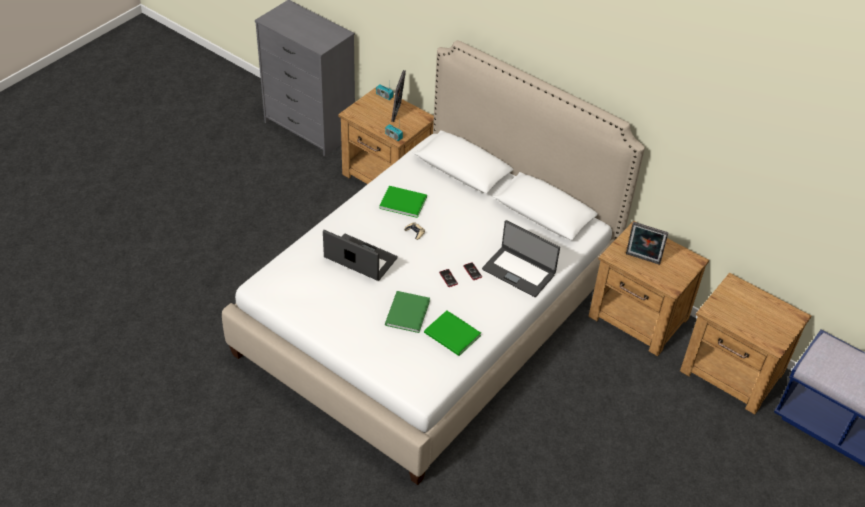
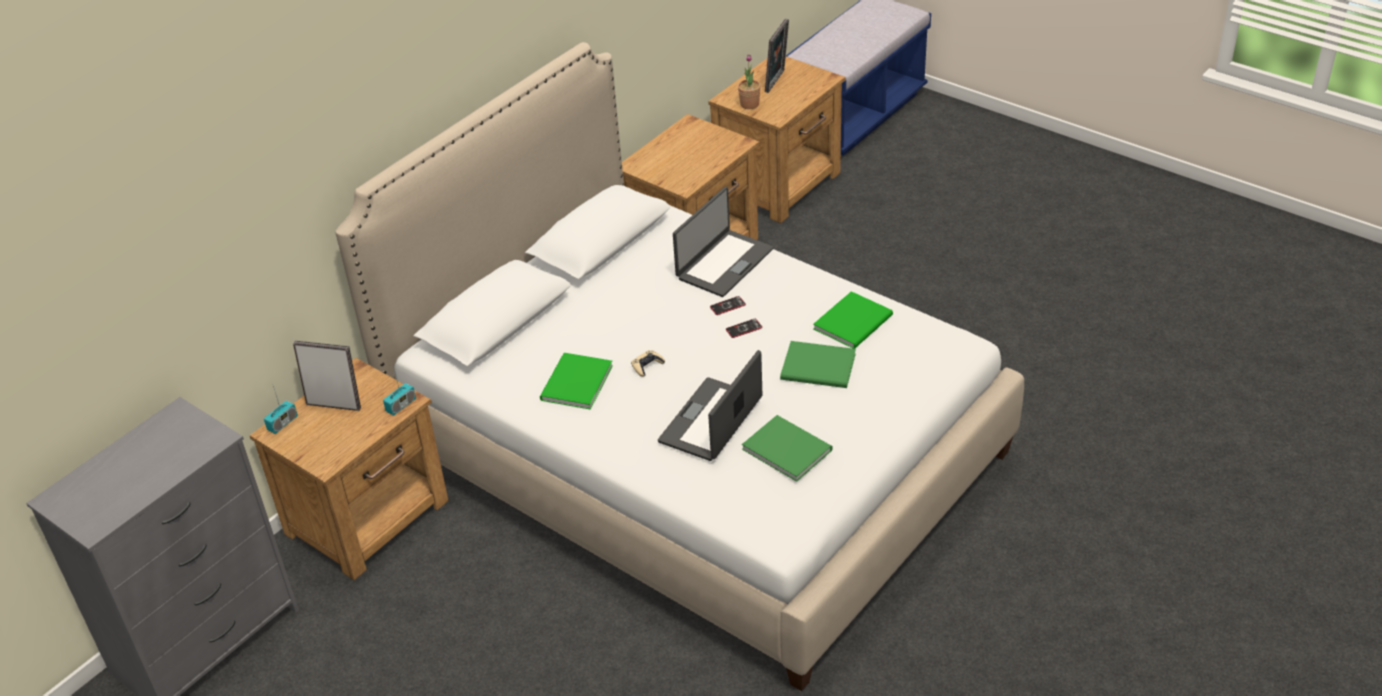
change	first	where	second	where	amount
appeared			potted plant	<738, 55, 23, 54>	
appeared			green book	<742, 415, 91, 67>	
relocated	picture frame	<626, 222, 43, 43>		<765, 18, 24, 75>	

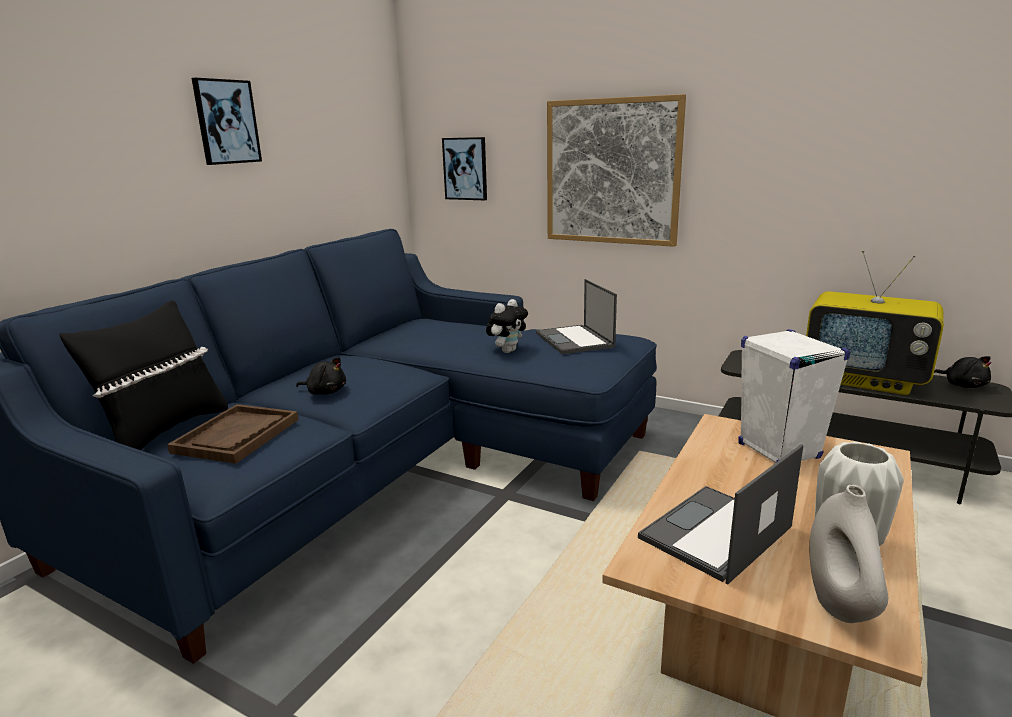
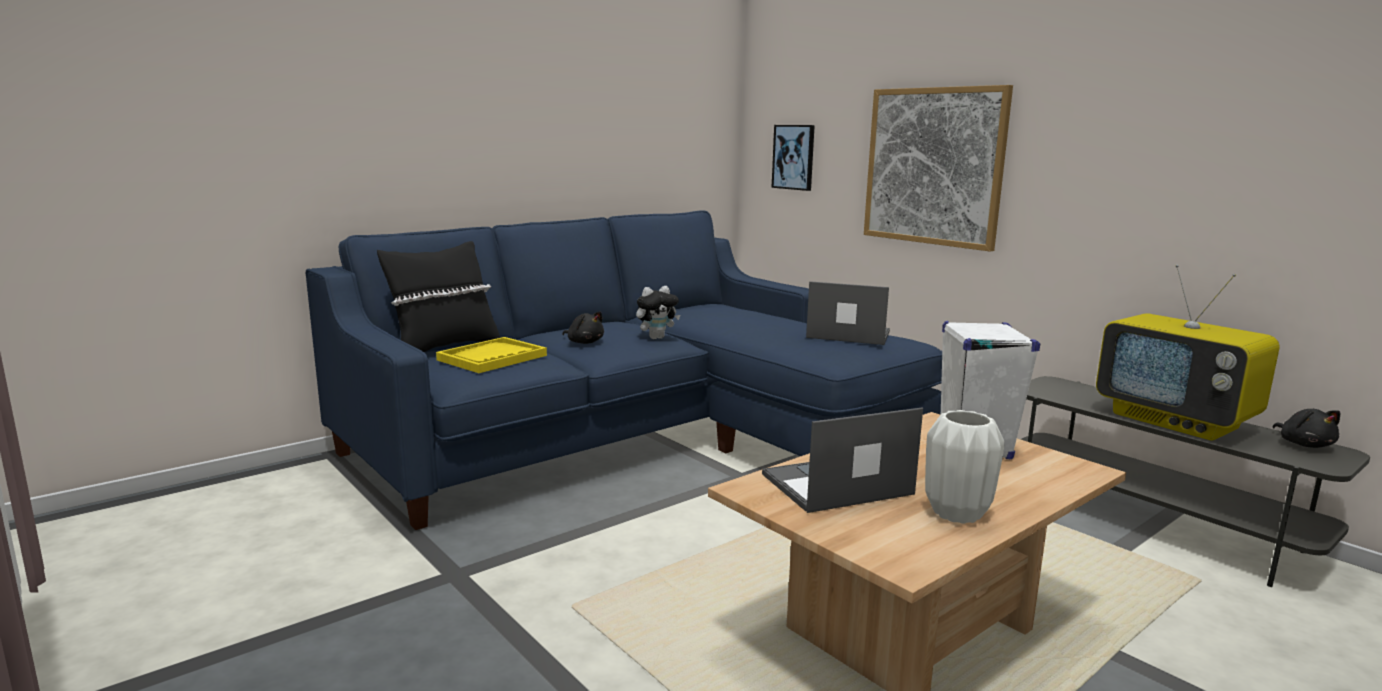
change	first	where	second	where	amount
missing	picture	<192, 78, 70, 87>			
missing	white vase	<809, 485, 79, 138>			
relocated	plush toy	<486, 299, 42, 54>		<636, 286, 44, 53>	
colour	brown tray	<167, 404, 132, 60>	yellow tray	<436, 337, 111, 36>	
spun	laptop	<536, 279, 81, 75>		<806, 281, 84, 64>	105 degrees clockwise

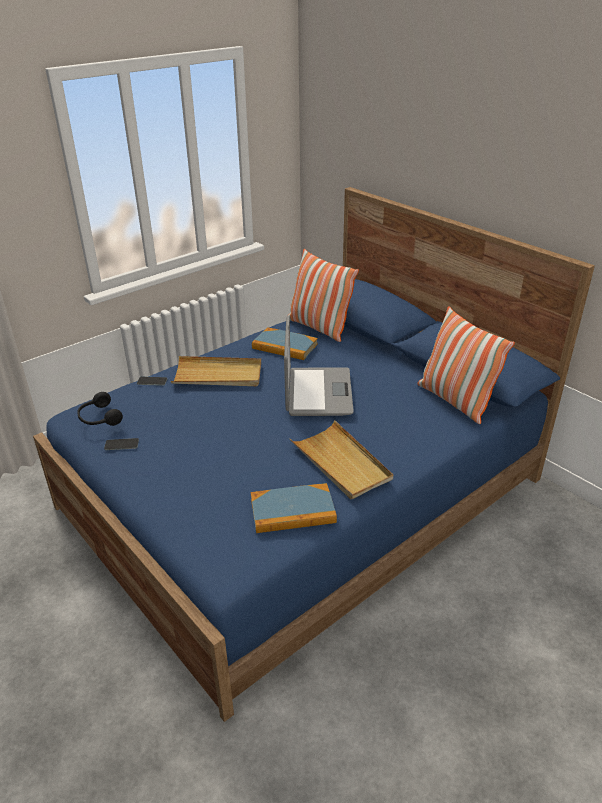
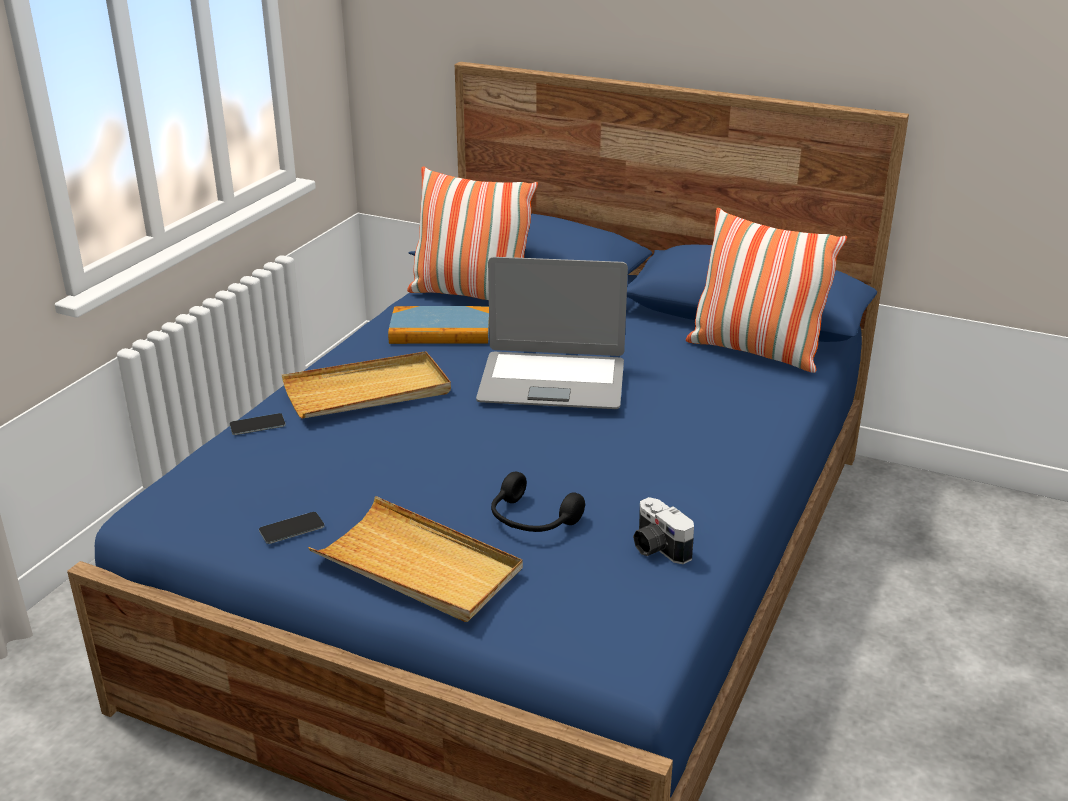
change	first	where	second	where	amount
relocated	black headphones	<77, 392, 46, 34>		<491, 472, 94, 60>	
relocated	beige tray	<290, 420, 103, 80>		<308, 496, 215, 126>	
exchanged	book	<251, 483, 86, 50>	photo camera	<633, 497, 61, 67>	
spun	laptop	<284, 316, 70, 100>		<476, 257, 152, 152>	120 degrees clockwise

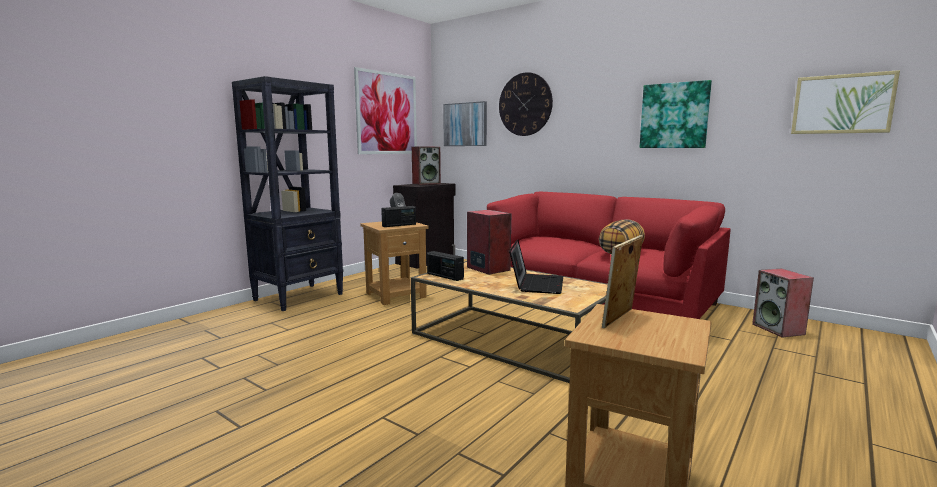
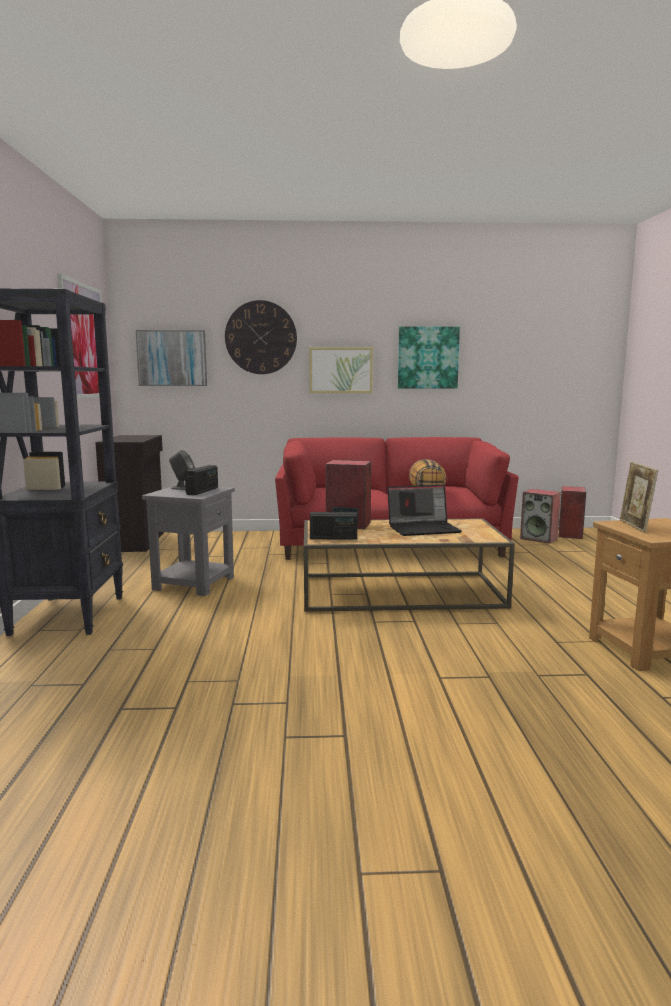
change	first	where	second	where	amount
relocated	speaker	<412, 147, 29, 38>		<559, 486, 27, 53>	
relocated	picture	<791, 70, 109, 64>		<309, 347, 64, 46>	
colour	brown side table	<361, 222, 67, 83>	grey side table	<142, 485, 93, 111>	
spun	laptop	<509, 239, 54, 55>		<387, 485, 75, 51>	105 degrees clockwise

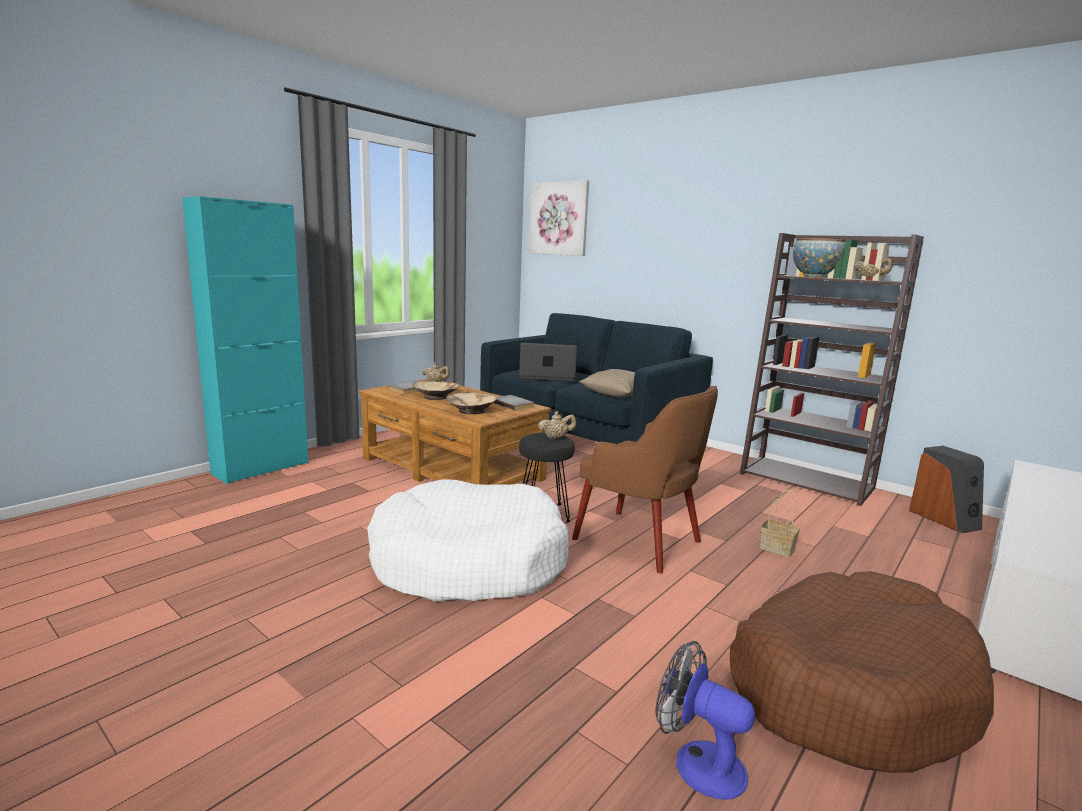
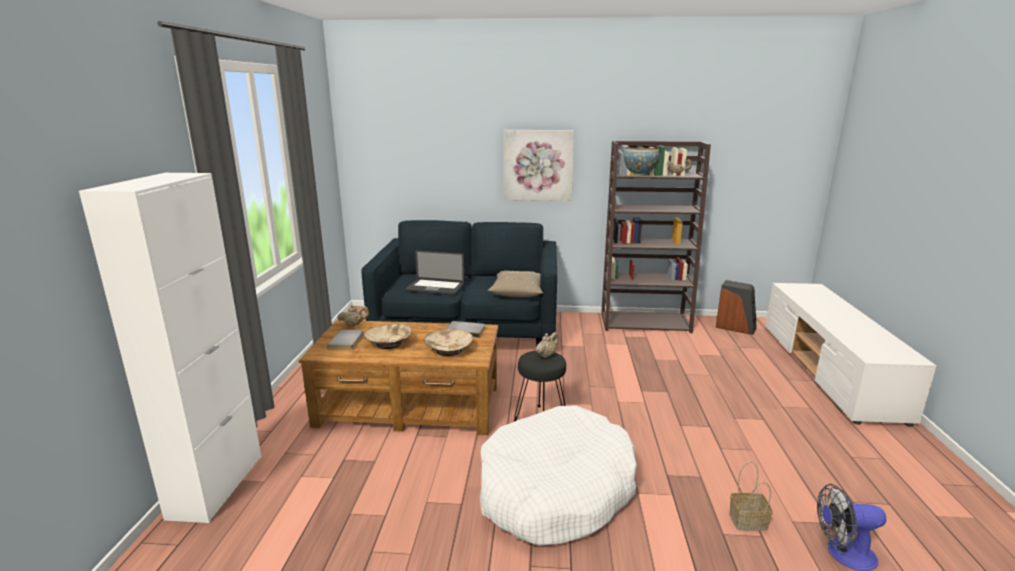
change	first	where	second	where	amount
missing	brown armchair	<572, 386, 146, 188>			
missing	brown dog bed	<730, 572, 264, 201>			
relocated	picture	<529, 180, 60, 76>		<504, 130, 70, 71>	
relocated	basket	<760, 490, 40, 67>		<729, 461, 44, 70>	
colour	turquoise cabinet	<182, 196, 127, 288>	white cabinet	<79, 173, 182, 350>	
spun	laptop	<519, 343, 58, 39>		<406, 250, 58, 45>	135 degrees counterclockwise

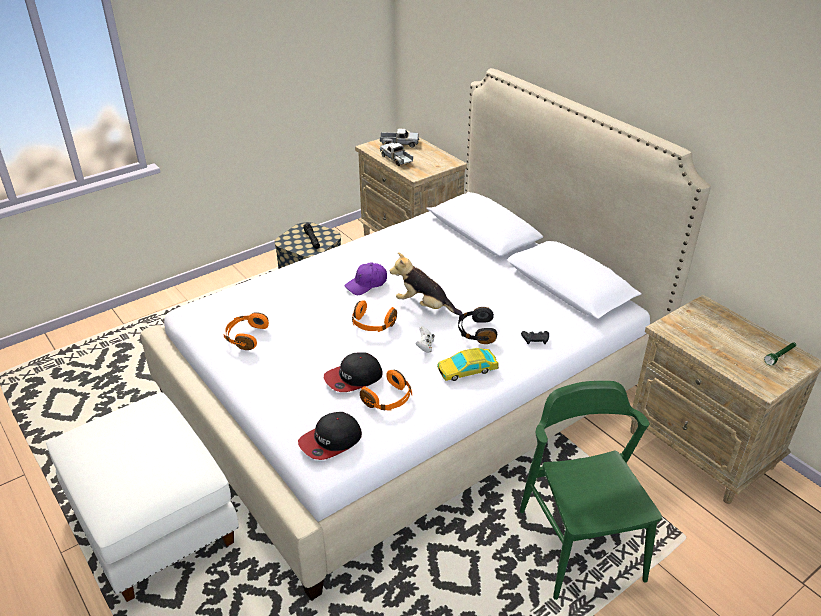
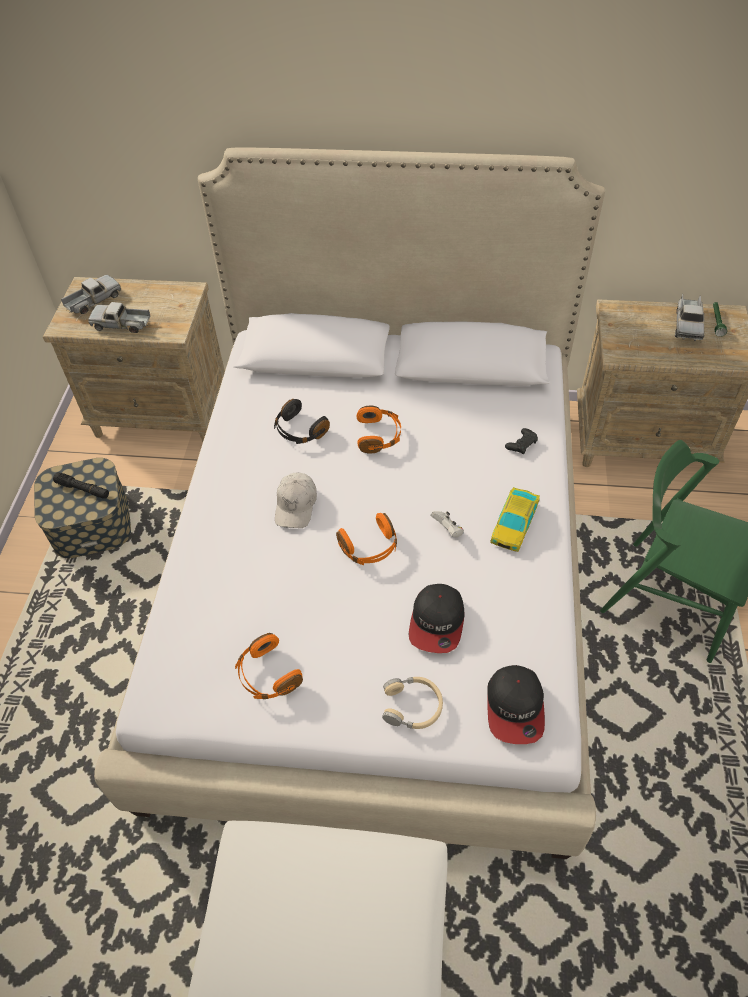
change	first	where	second	where	amount
missing	plush toy	<390, 252, 73, 63>			
appeared			beige headphones	<382, 677, 61, 52>	
appeared			toy truck	<675, 294, 29, 47>	
relocated	orange headphones	<360, 369, 52, 42>		<357, 406, 44, 48>	
relocated	black headphones	<458, 307, 39, 37>		<274, 399, 56, 45>	
colour	purple cap	<345, 262, 42, 33>	white cap	<275, 473, 42, 55>	

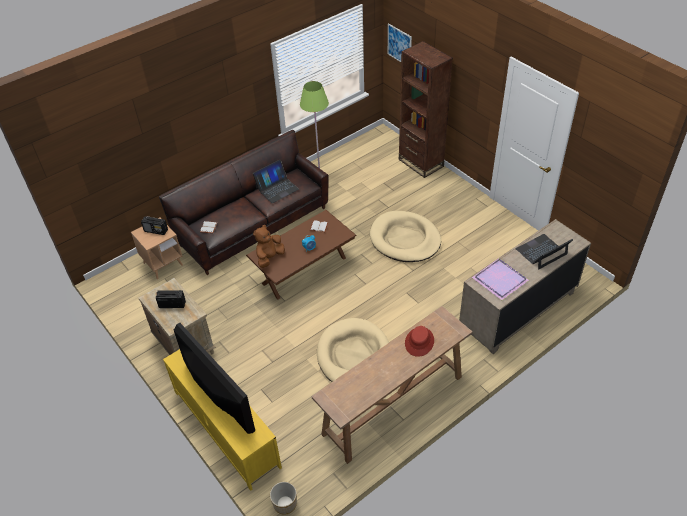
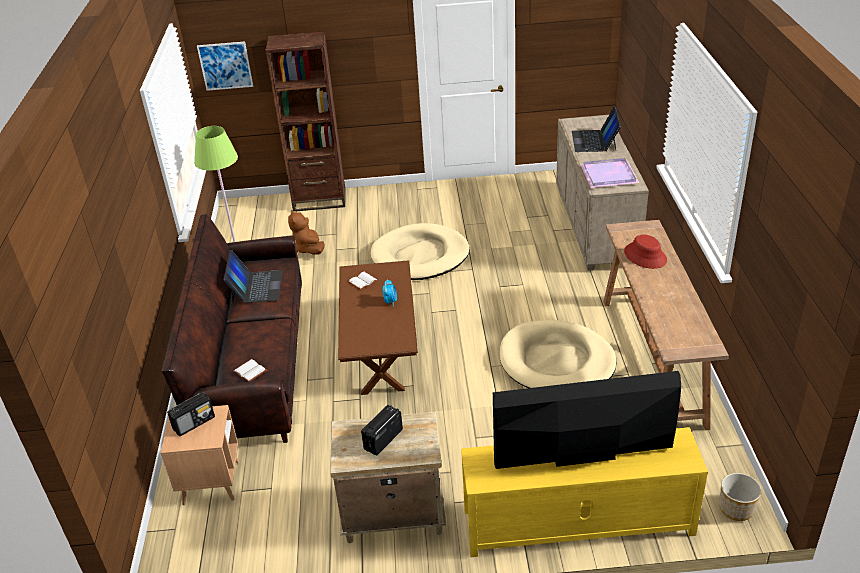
change	first	where	second	where	amount
relocated	brown plush toy	<253, 225, 32, 43>		<288, 210, 37, 45>	

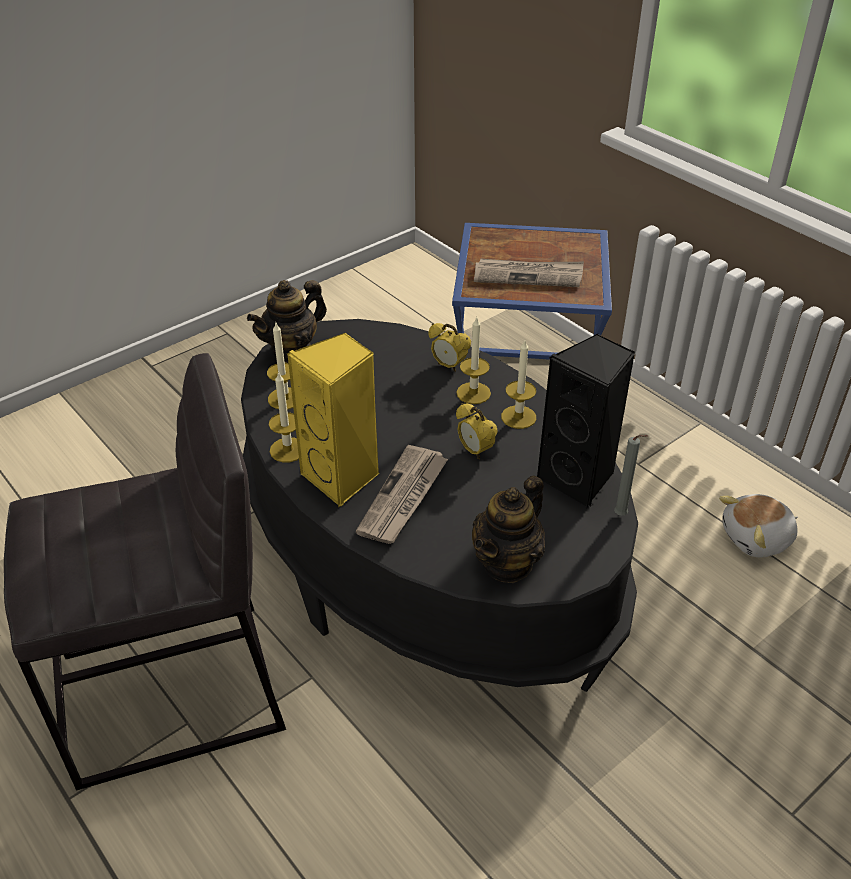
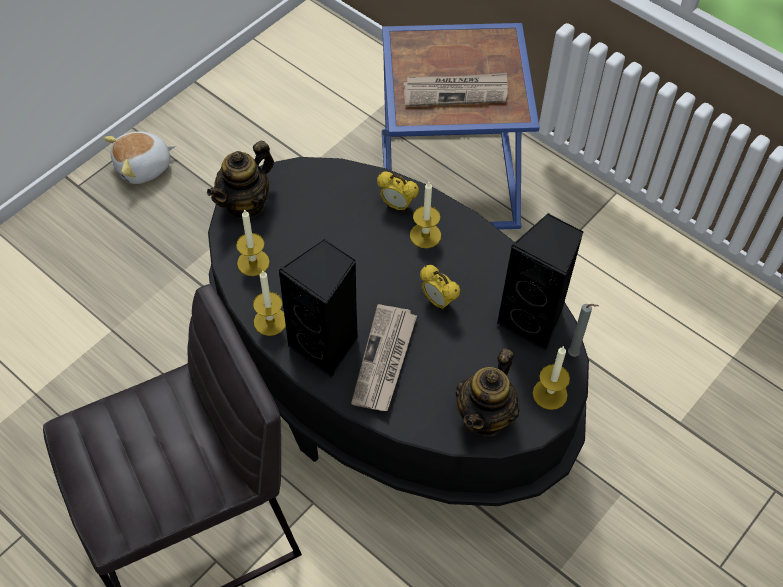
change	first	where	second	where	amount
relocated	candle	<501, 341, 35, 88>		<533, 346, 37, 64>	
relocated	plush toy	<719, 494, 79, 63>		<103, 132, 72, 52>	
colour	yellow speaker	<287, 333, 92, 174>	black speaker	<278, 239, 80, 139>	

